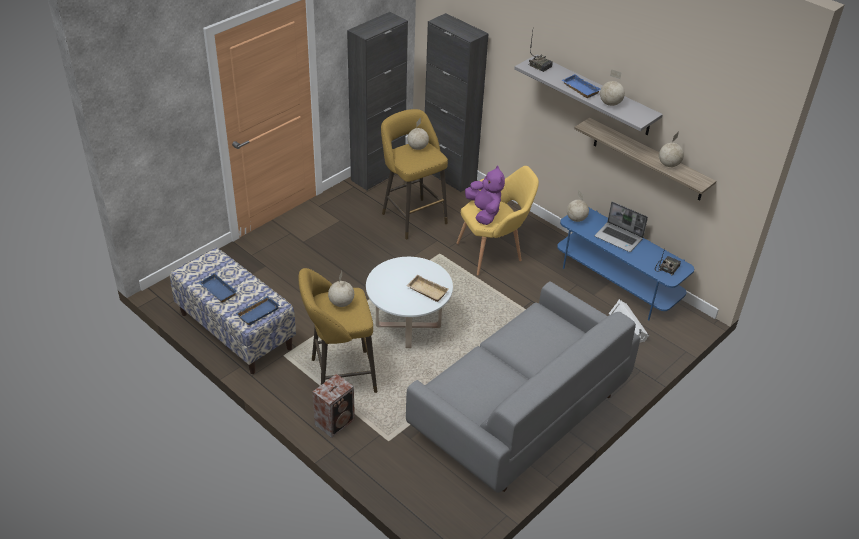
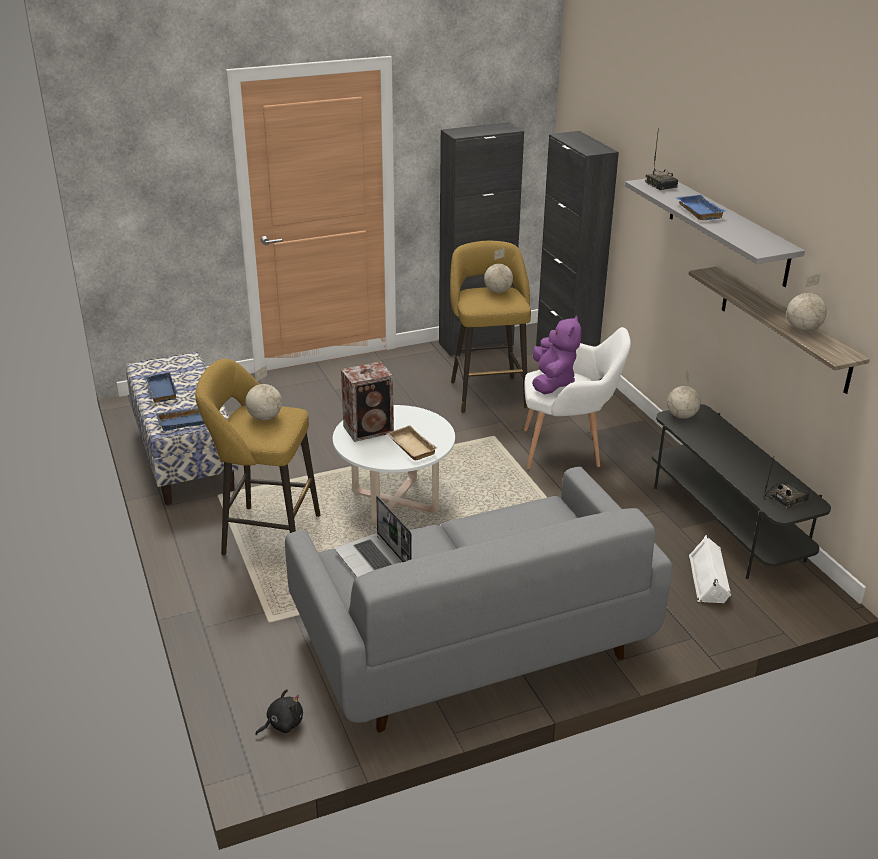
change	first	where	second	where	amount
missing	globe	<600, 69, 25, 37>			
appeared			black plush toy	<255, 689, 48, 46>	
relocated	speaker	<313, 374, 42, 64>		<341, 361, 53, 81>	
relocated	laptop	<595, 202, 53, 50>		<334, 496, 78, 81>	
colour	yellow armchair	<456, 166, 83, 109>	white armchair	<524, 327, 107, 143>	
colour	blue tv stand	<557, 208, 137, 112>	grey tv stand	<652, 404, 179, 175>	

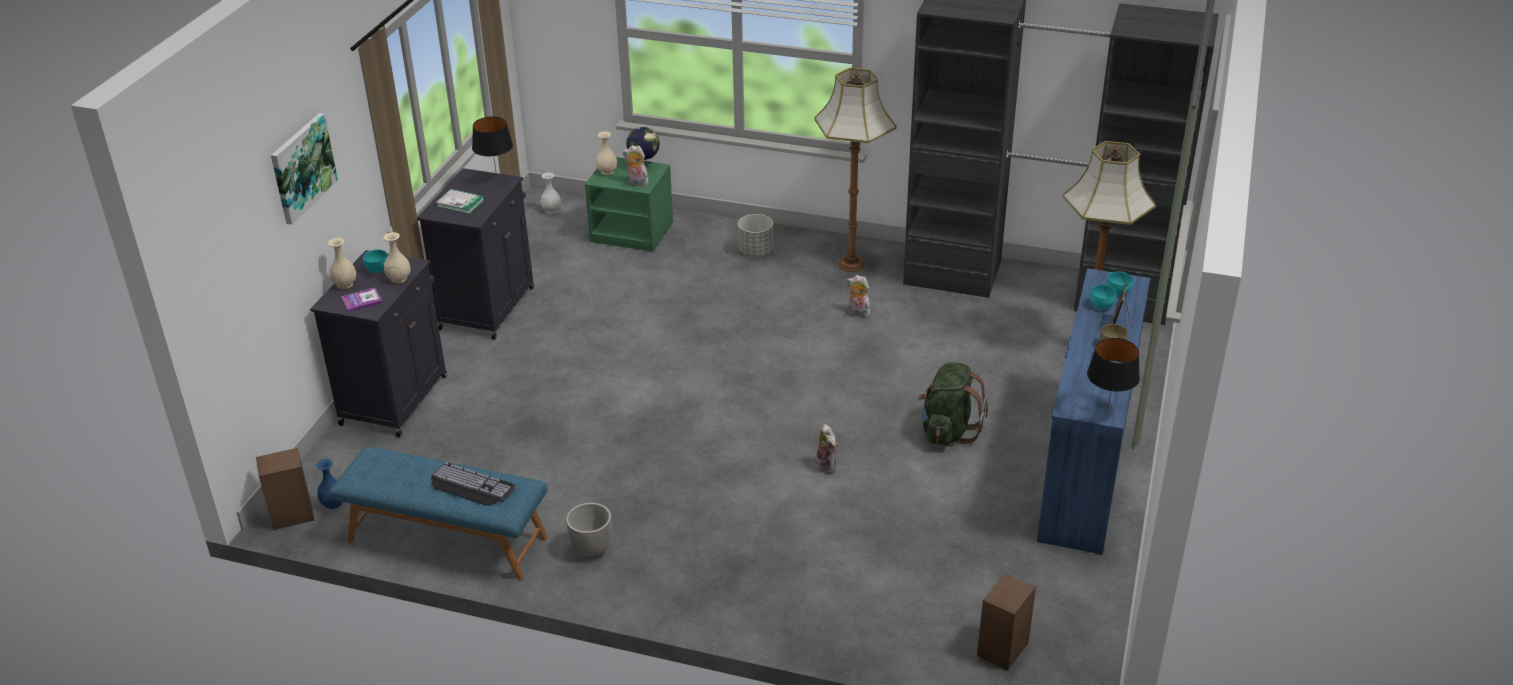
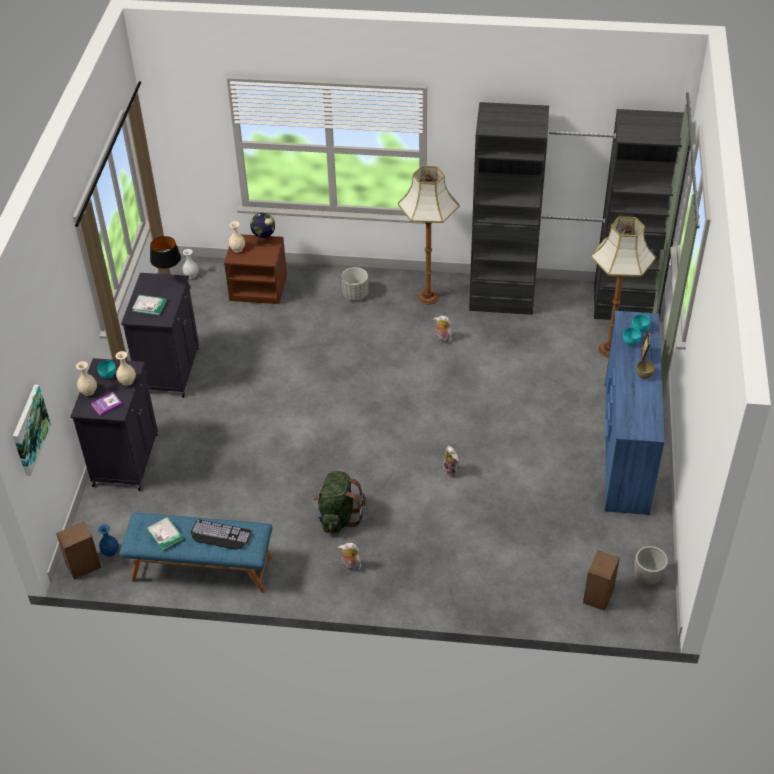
change	first	where	second	where	amount
missing	black table lamp	<1087, 338, 53, 75>			
appeared			book	<147, 517, 37, 34>	
relocated	picture	<271, 113, 67, 112>		<13, 385, 38, 91>	
relocated	planter	<566, 503, 46, 55>		<634, 546, 34, 38>	
relocated	plush toy	<622, 145, 27, 41>		<338, 543, 24, 28>	
relocated	green backpack	<918, 362, 70, 84>		<313, 471, 53, 62>	
colour	green nightstand	<585, 157, 88, 95>	brown nightstand	<224, 234, 63, 70>	

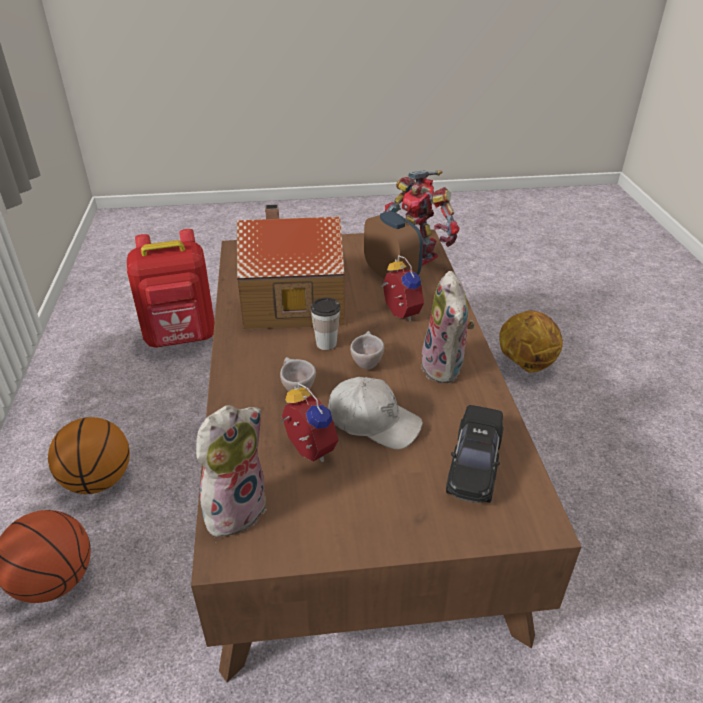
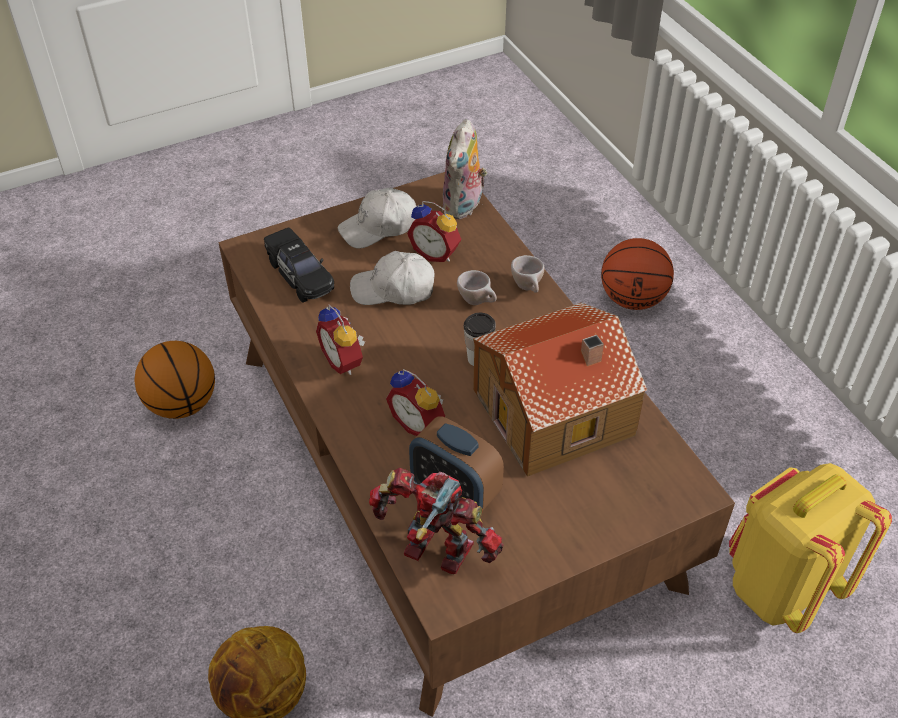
change	first	where	second	where	amount
appeared			white cap	<338, 188, 79, 60>	
relocated	basketball	<48, 417, 82, 77>		<135, 341, 80, 78>	
relocated	beige cup	<350, 331, 34, 38>		<511, 255, 33, 38>	
exchanged	plush toy	<421, 271, 54, 112>	alarm clock	<316, 305, 49, 70>	
colour	red backpack	<127, 229, 88, 119>	yellow backpack	<729, 463, 163, 170>	
spun	black toy car	<446, 405, 58, 98>		<264, 228, 70, 75>	150 degrees clockwise

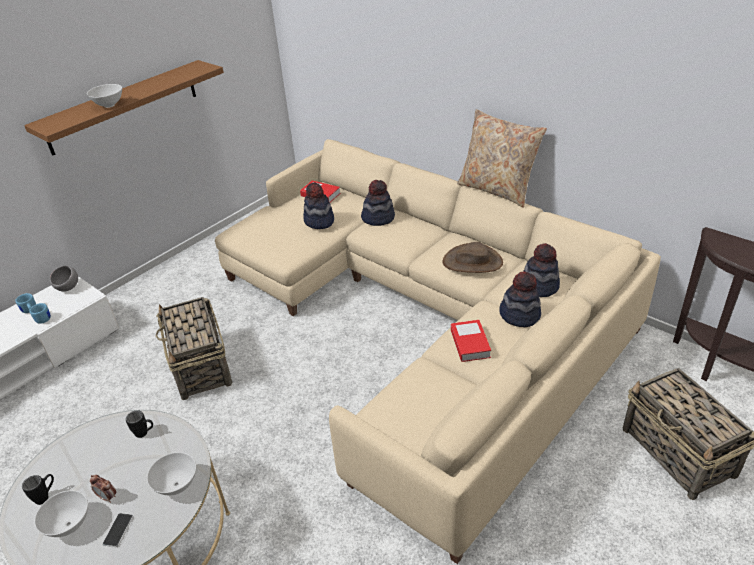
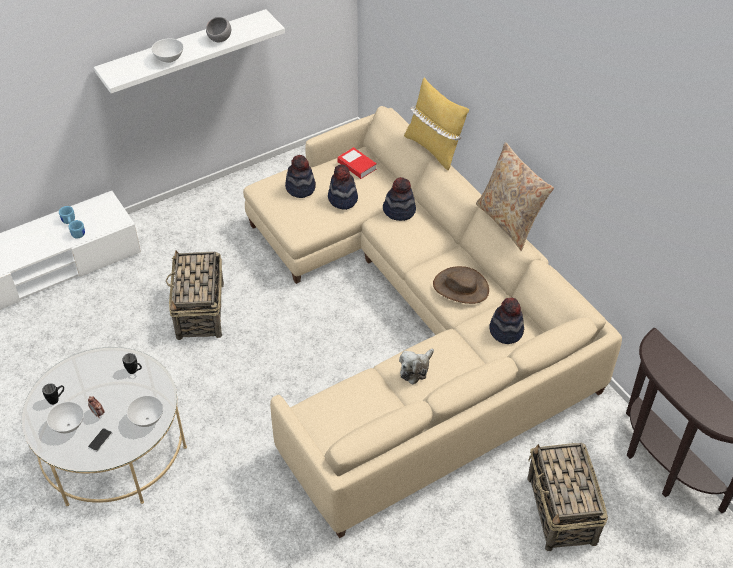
change	first	where	second	where	amount
appeared			yellow pillow	<404, 77, 65, 94>	
relocated	grey bowl	<50, 266, 28, 26>		<206, 17, 25, 25>	
relocated	hat	<499, 271, 42, 56>		<285, 155, 31, 43>	
exchanged	book	<451, 320, 40, 42>	plush toy	<399, 348, 35, 36>	
colour	brown shelf	<24, 60, 200, 96>	white shelf	<94, 9, 191, 85>	

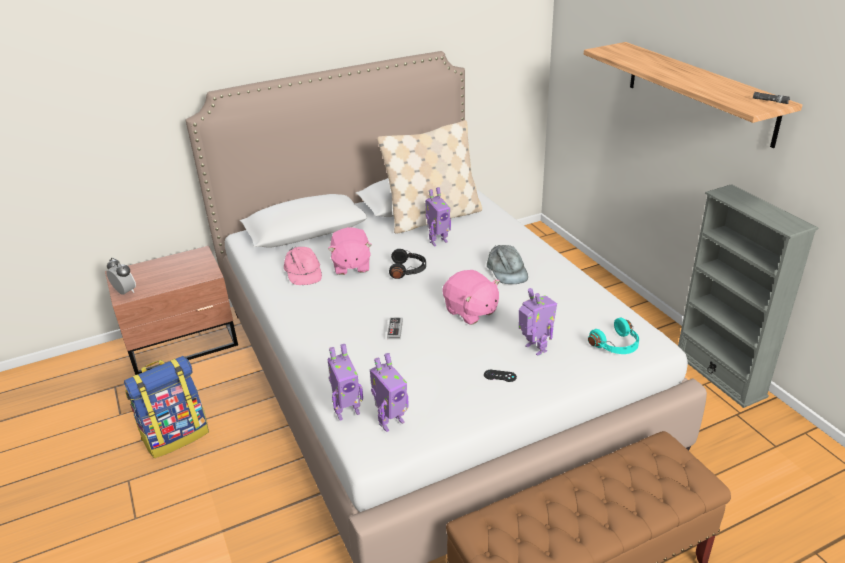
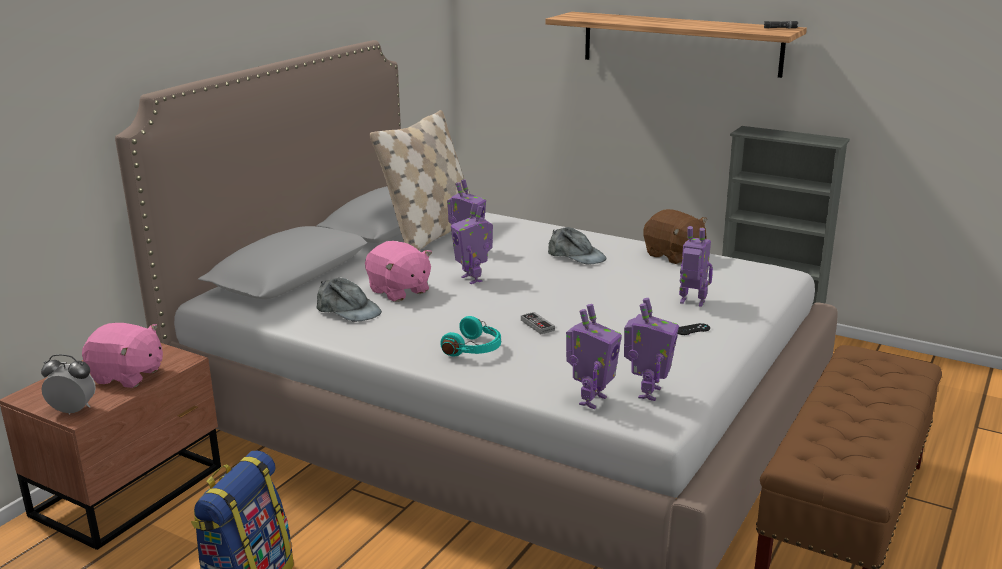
change	first	where	second	where	amount
appeared			brown plush toy	<643, 209, 64, 56>	
relocated	pink plush toy	<442, 270, 58, 55>		<82, 323, 81, 65>	
relocated	turquoise headphones	<588, 318, 51, 36>		<440, 316, 61, 41>	
exchanged	black headphones	<389, 249, 37, 30>	toy robot	<451, 203, 42, 81>	
colour	pink cap	<284, 247, 38, 38>	grey cap	<317, 277, 65, 45>	

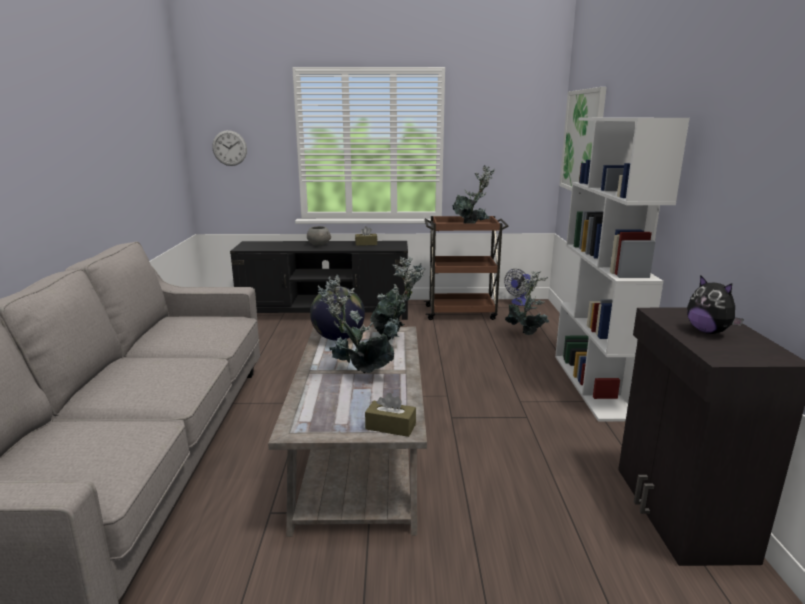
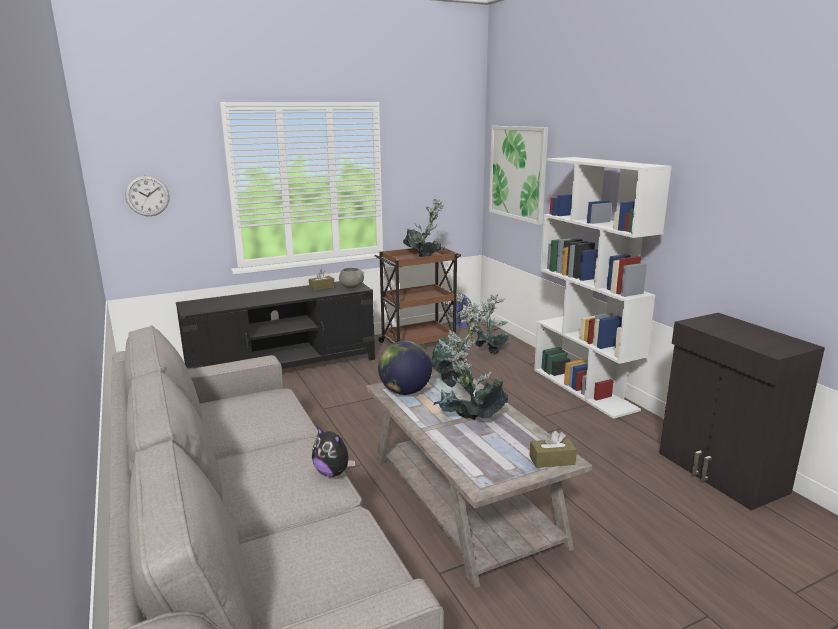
change	first	where	second	where	amount
relocated	grey bowl	<307, 226, 24, 20>		<339, 268, 25, 20>	
relocated	plush toy	<687, 275, 57, 59>		<312, 426, 43, 51>	

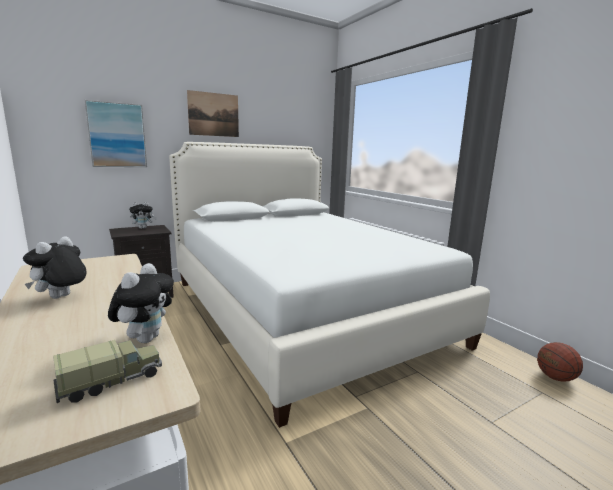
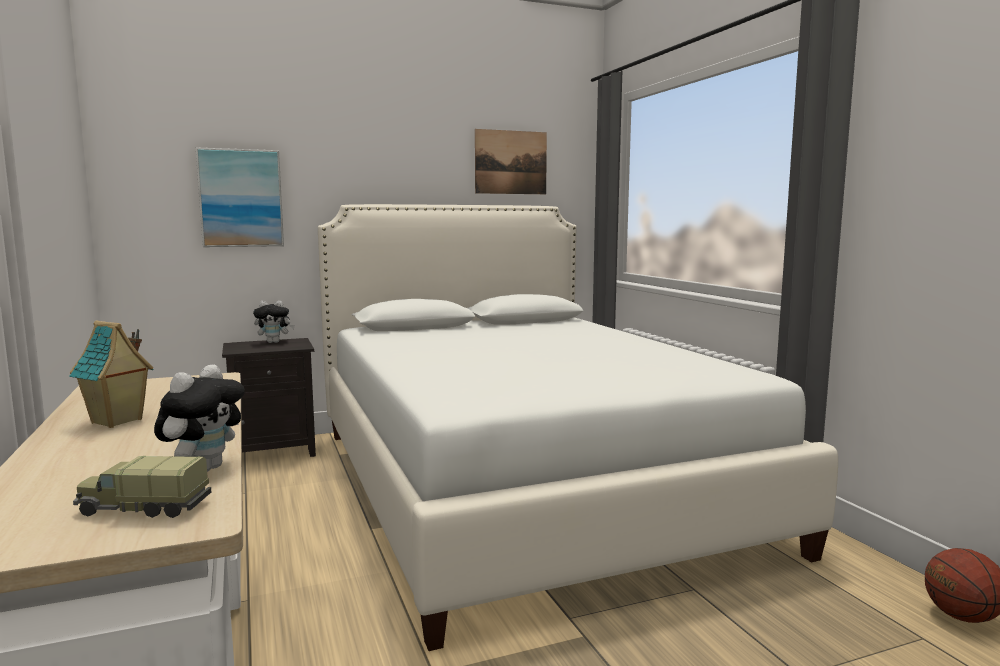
change	first	where	second	where	amount
relocated	picture	<187, 90, 52, 47>		<475, 129, 72, 65>	
exchanged	plush toy	<23, 236, 64, 63>	toy house	<69, 320, 85, 108>	
spun	toy truck	<53, 340, 109, 63>		<73, 456, 138, 62>	150 degrees counterclockwise

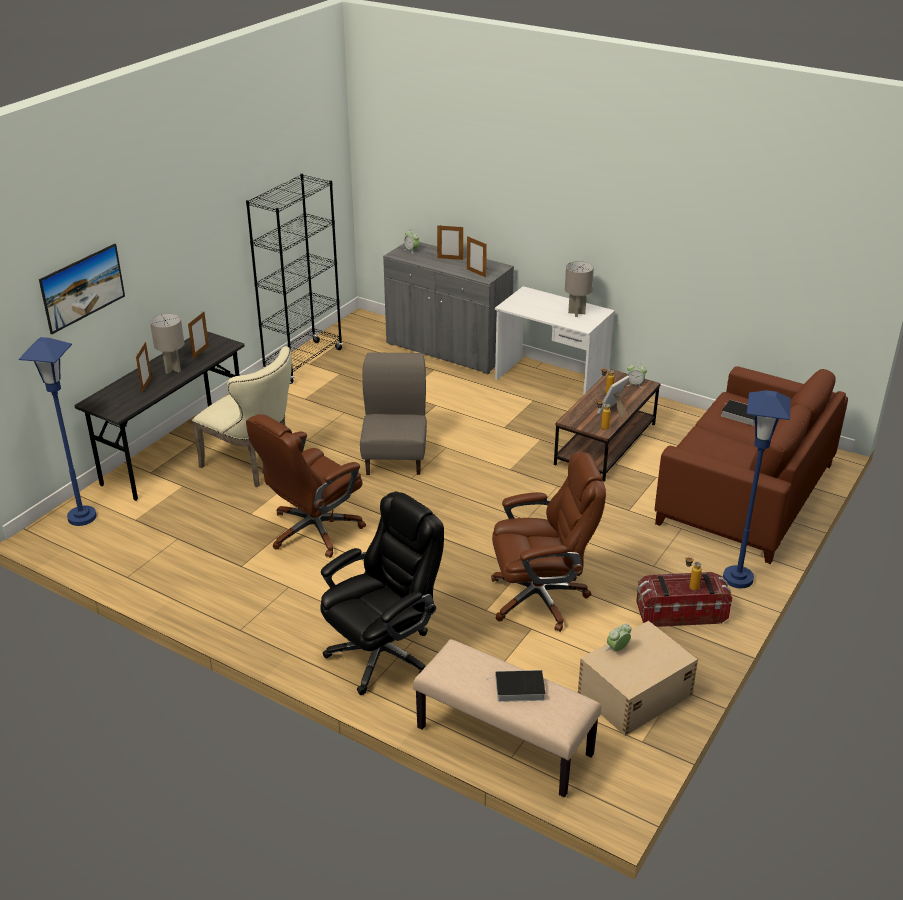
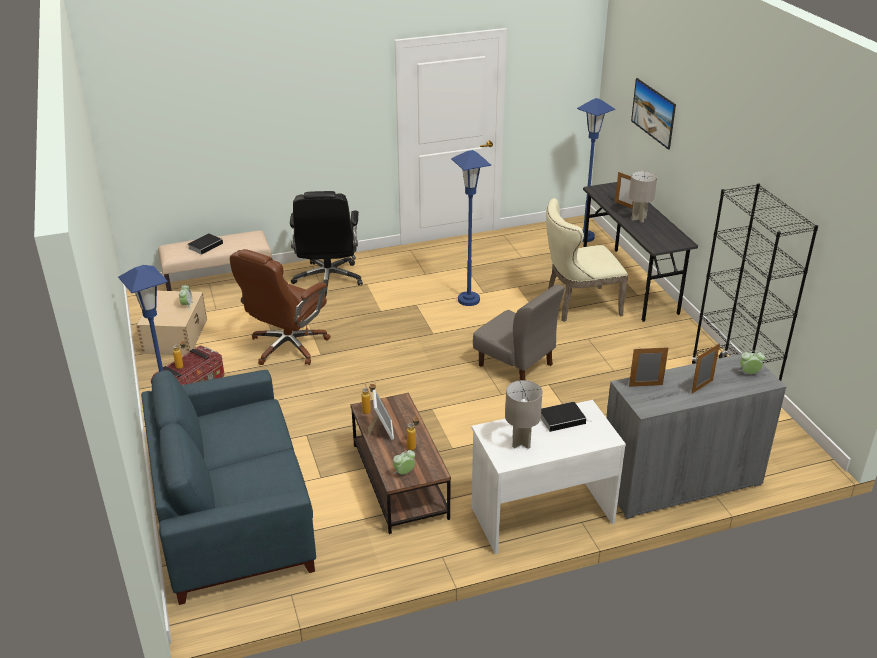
change	first	where	second	where	amount
missing	picture frame	<188, 312, 21, 47>			
relocated	book	<721, 400, 34, 26>		<541, 402, 50, 30>	
exchanged	brown office chair	<246, 414, 120, 144>	blue floor lamp	<451, 150, 40, 156>	
colour	brown sofa	<654, 366, 194, 198>	blue sofa	<141, 370, 175, 235>	

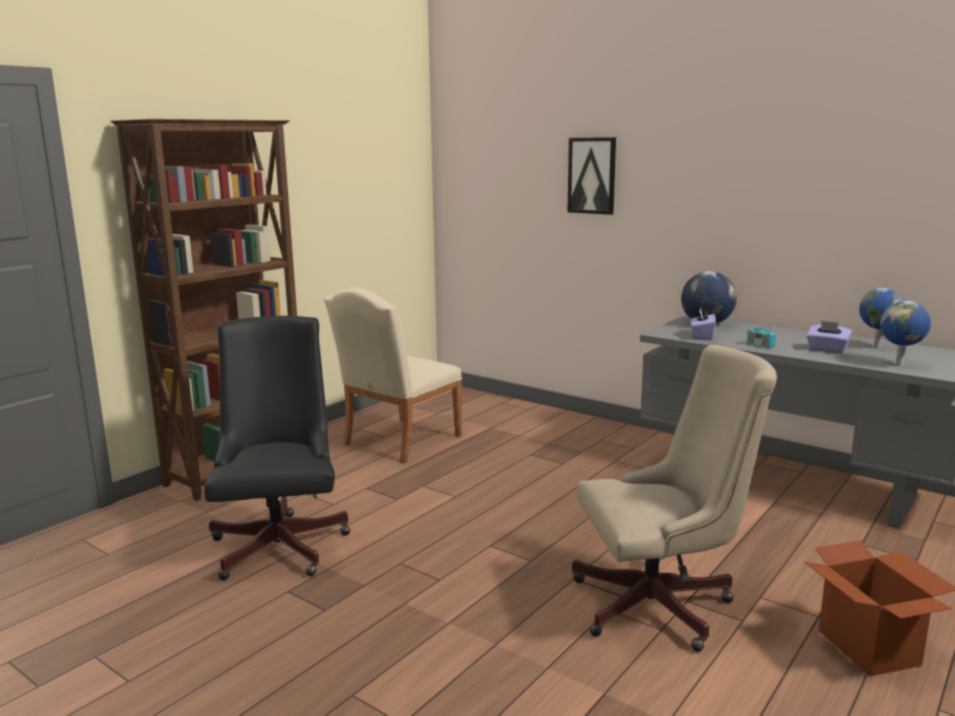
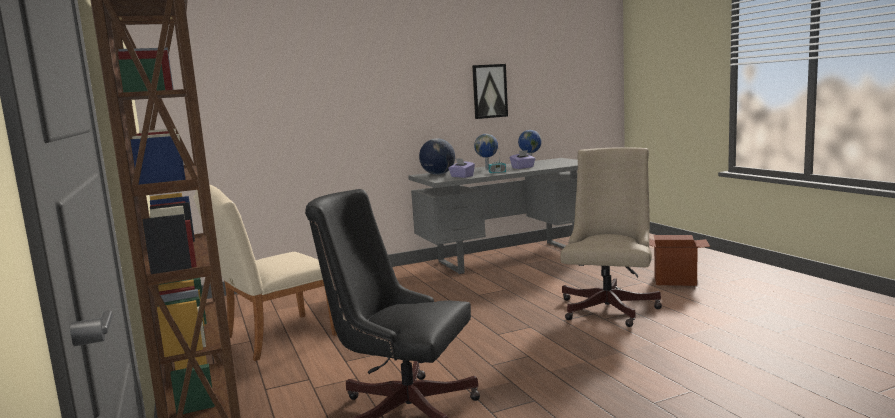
change	first	where	second	where	amount
relocated	picture	<567, 137, 49, 78>		<472, 64, 36, 55>	
relocated	globe	<880, 301, 51, 65>		<474, 134, 24, 35>	
spun	beige chair	<324, 287, 138, 177>		<193, 185, 144, 176>	75 degrees clockwise

